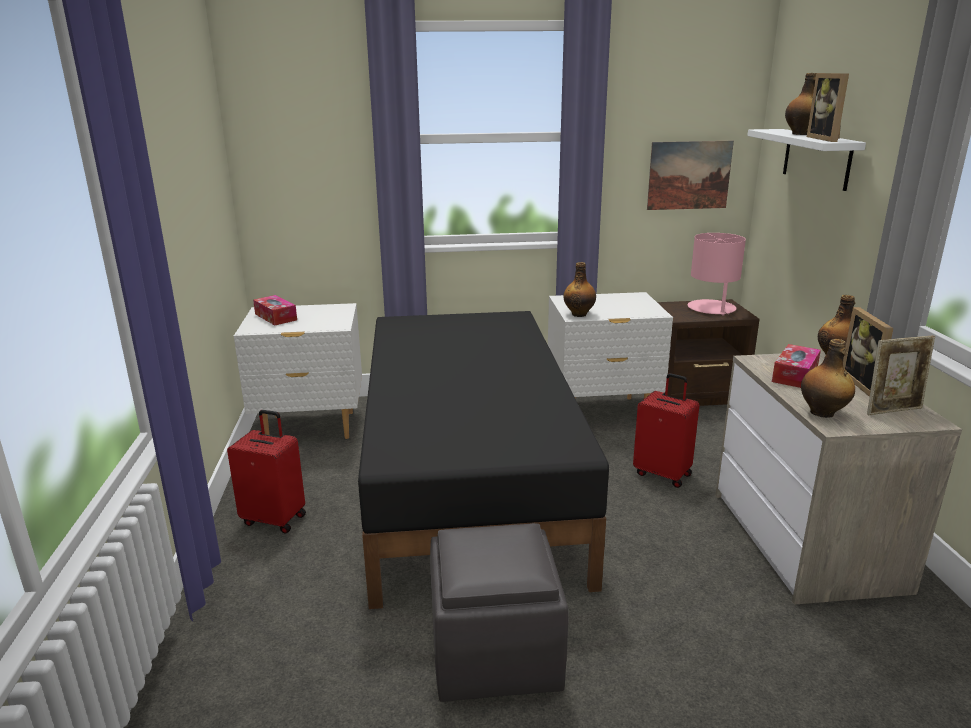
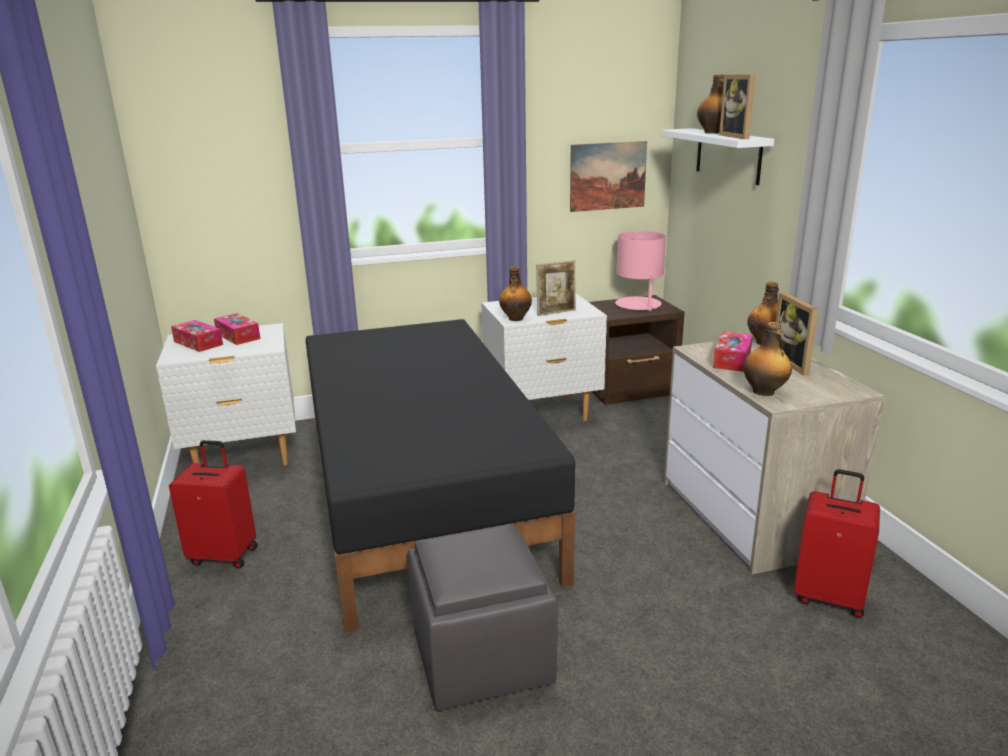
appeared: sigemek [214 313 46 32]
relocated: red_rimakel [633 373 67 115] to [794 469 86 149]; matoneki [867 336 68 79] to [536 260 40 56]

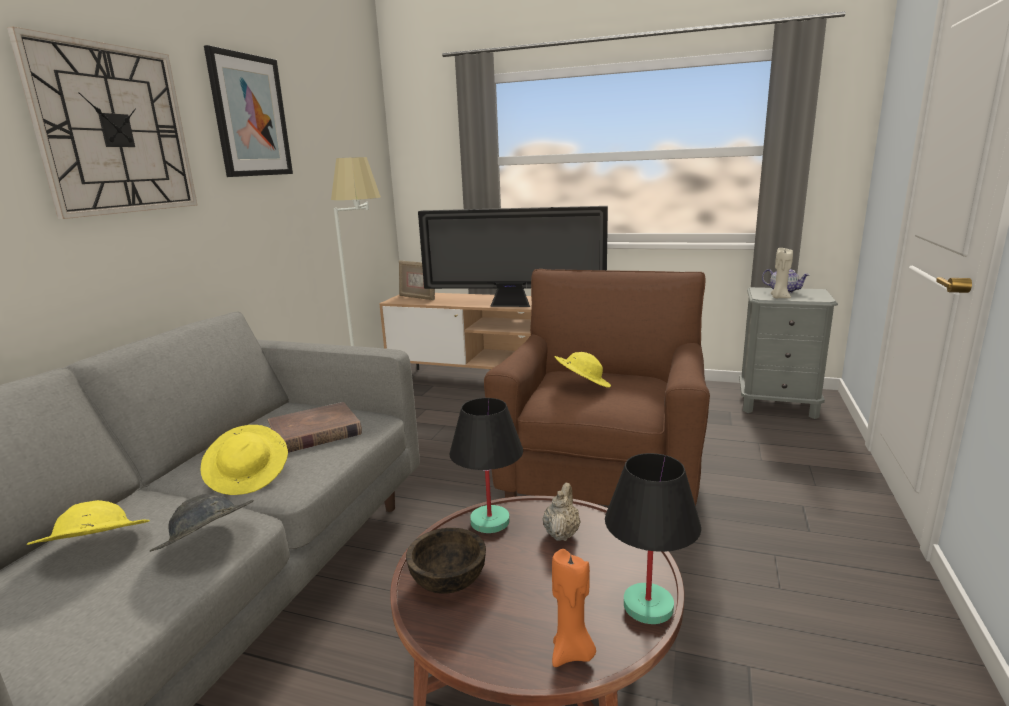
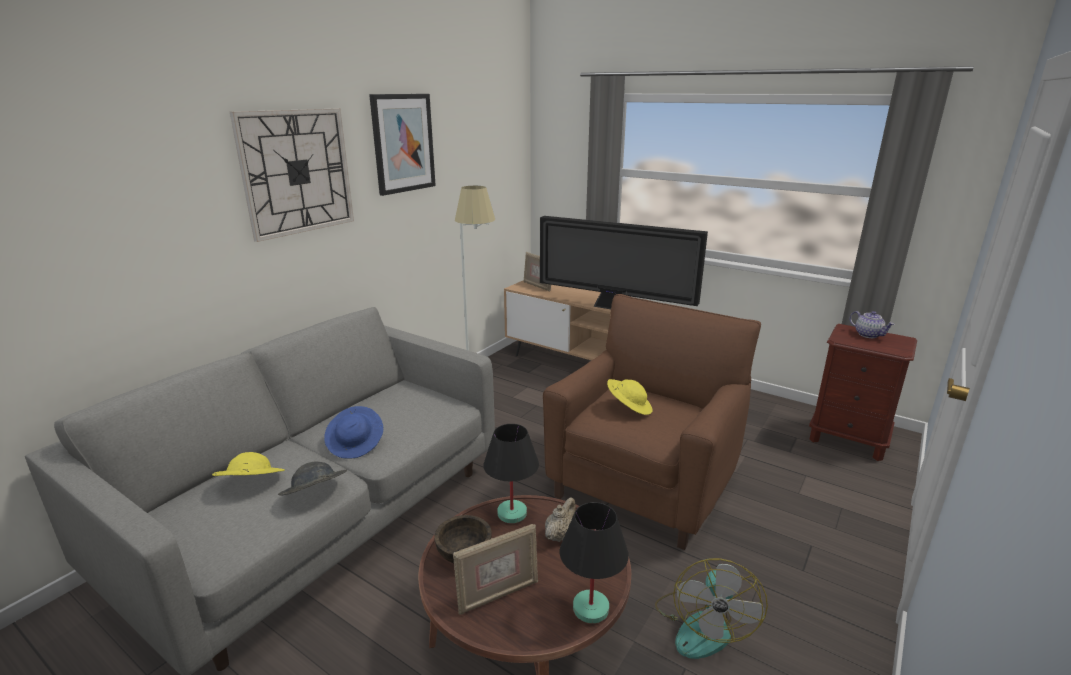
missing: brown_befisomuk [268 402 94 51]; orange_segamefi [552 549 44 118]; beige_segamefi [771 247 22 51]
appeared: matoneki [453 524 85 91]; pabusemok [655 558 113 101]
colour: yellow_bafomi [200 425 88 70] to blue_bafomi [324 406 59 53]; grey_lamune [739 287 99 132] to brown_lamune [809 324 108 137]

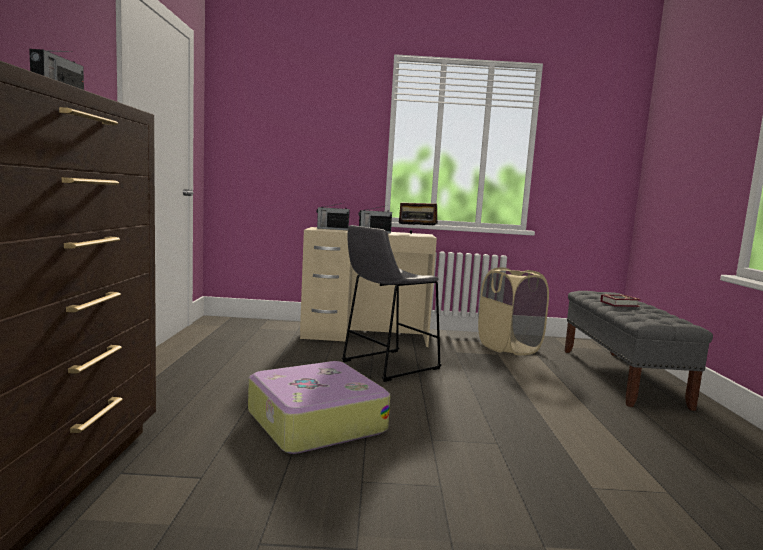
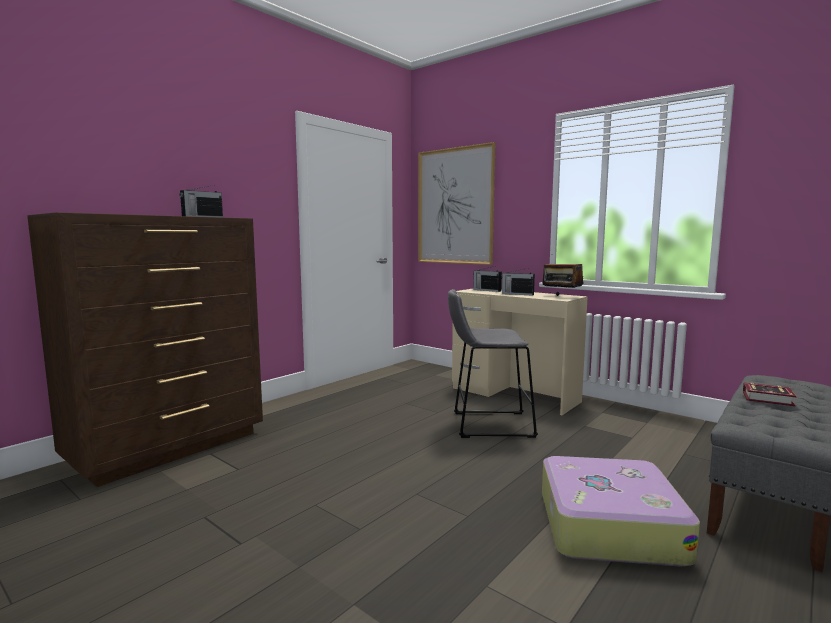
missing: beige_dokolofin [478 267 71 88]
appeared: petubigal [418 142 77 123]
relocated: rimakel [248 361 142 93] to [542 456 158 110]

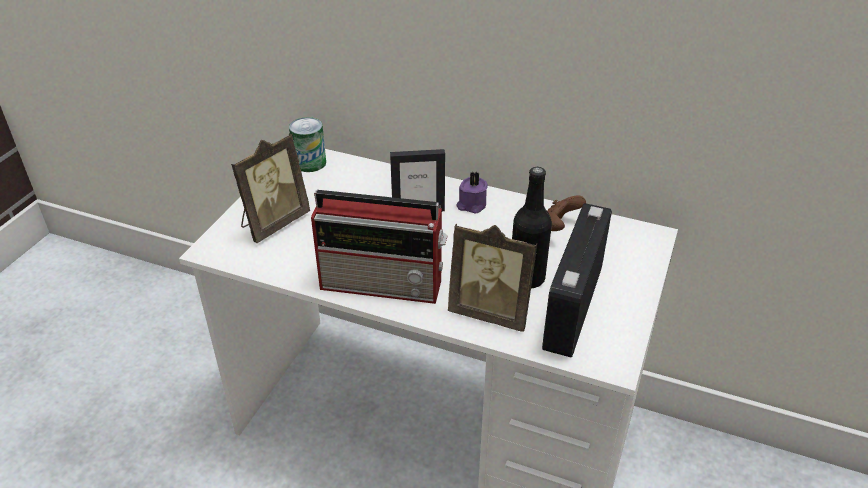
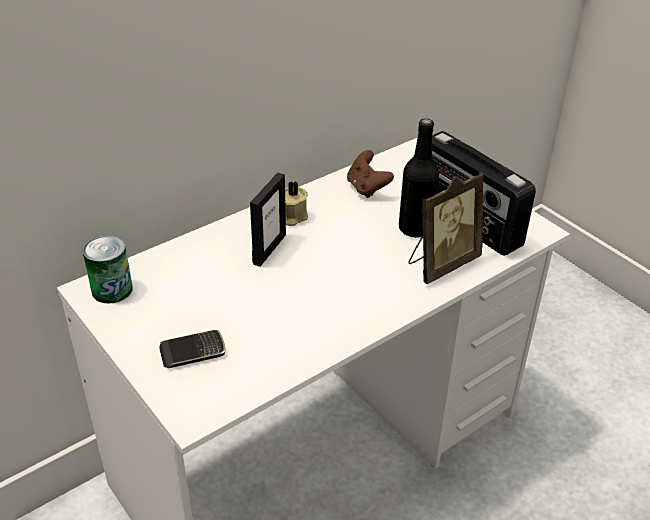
missing: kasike [311 190 137 114]
exchanged: matoneki [231 134 79 109] to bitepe [159 330 67 38]
colour: purple_segamefi [457 171 31 43] to beige_segamefi [285 181 23 45]

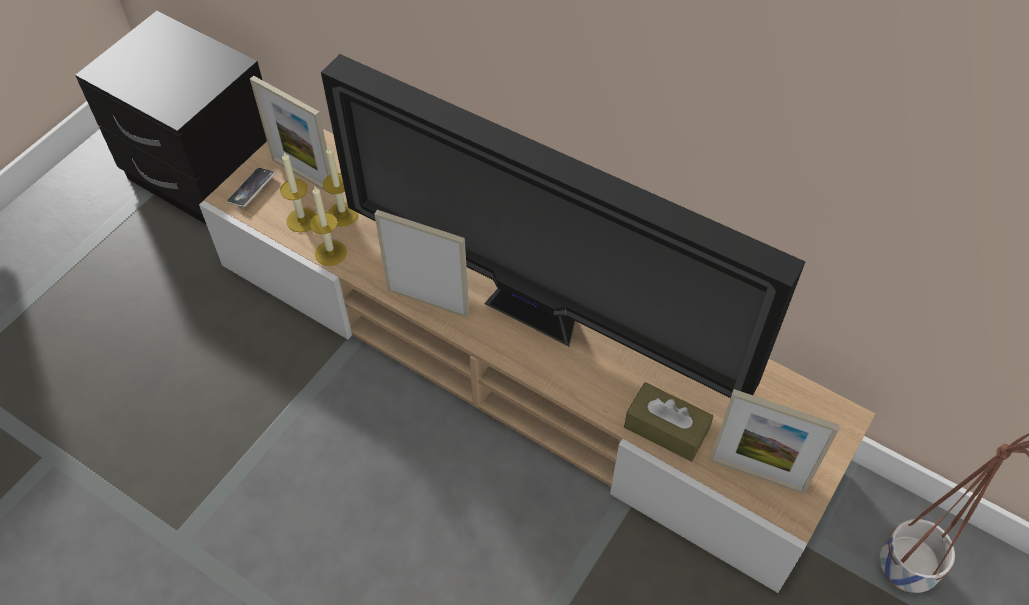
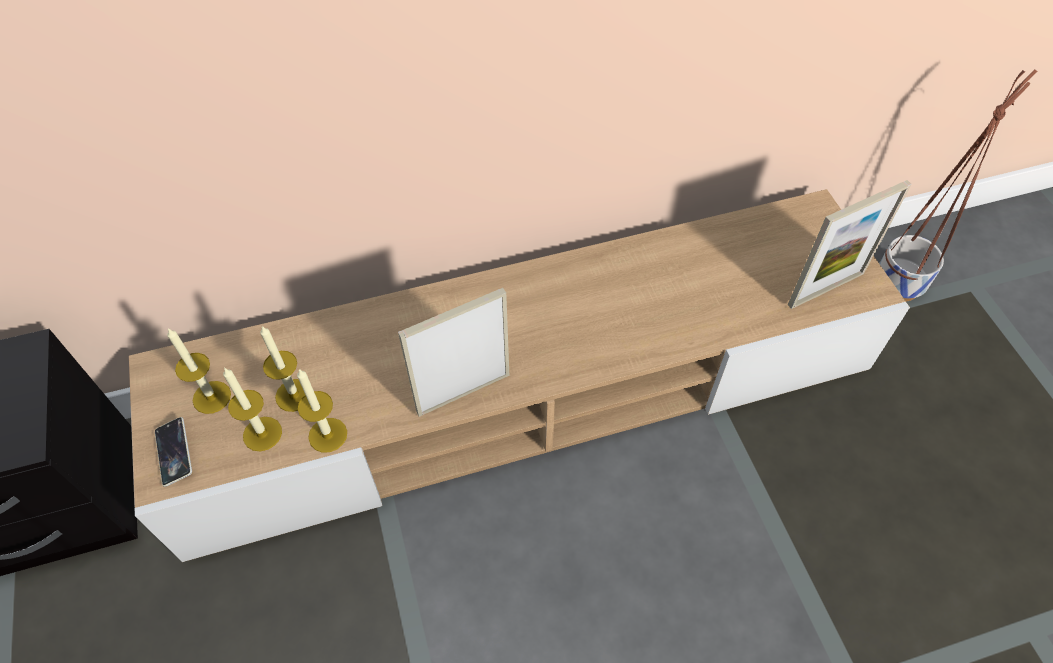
missing: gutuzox [321 54 484 344]; brown_sigemek [624 382 89 80]
exchanged: matoneki [250 76 84 119] to segamefi [167 328 64 86]

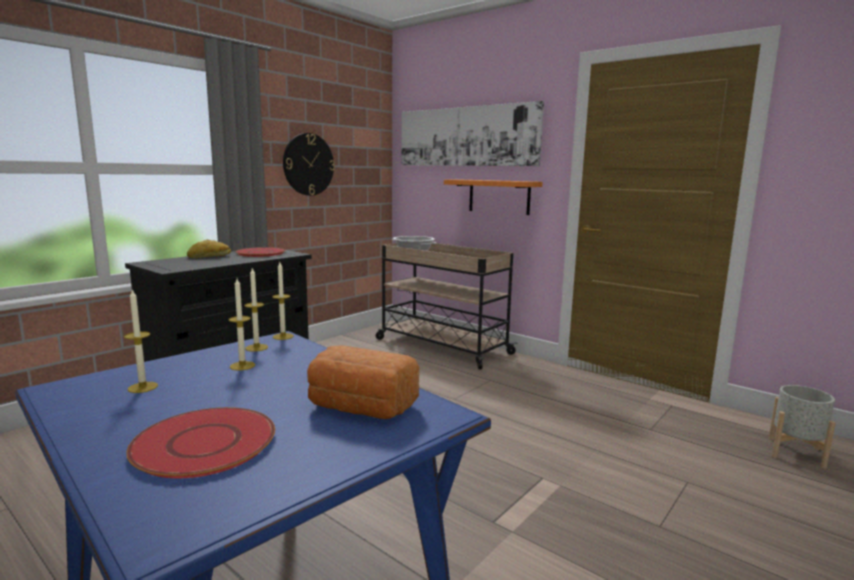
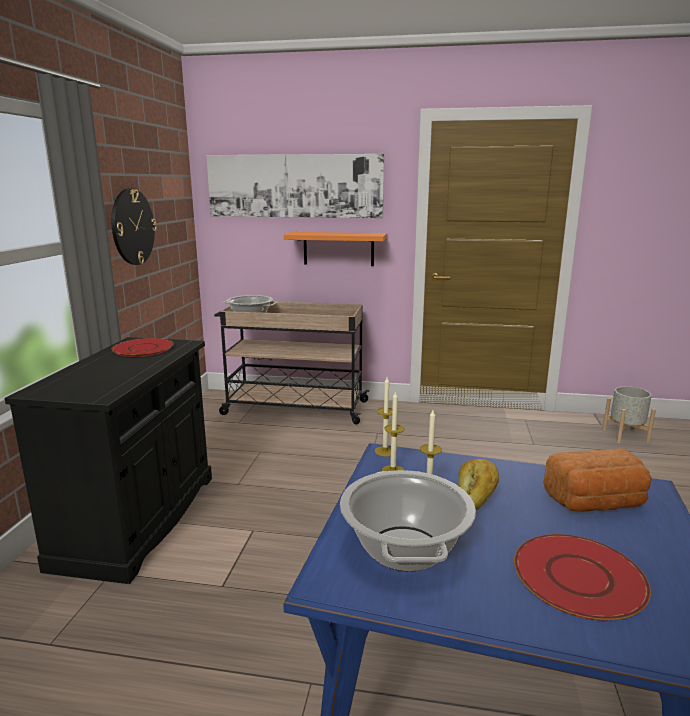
relocated: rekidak [187 240 44 18] to [458 459 41 51]
exchanged: segamefi [124 289 34 104] to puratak [340 470 136 102]

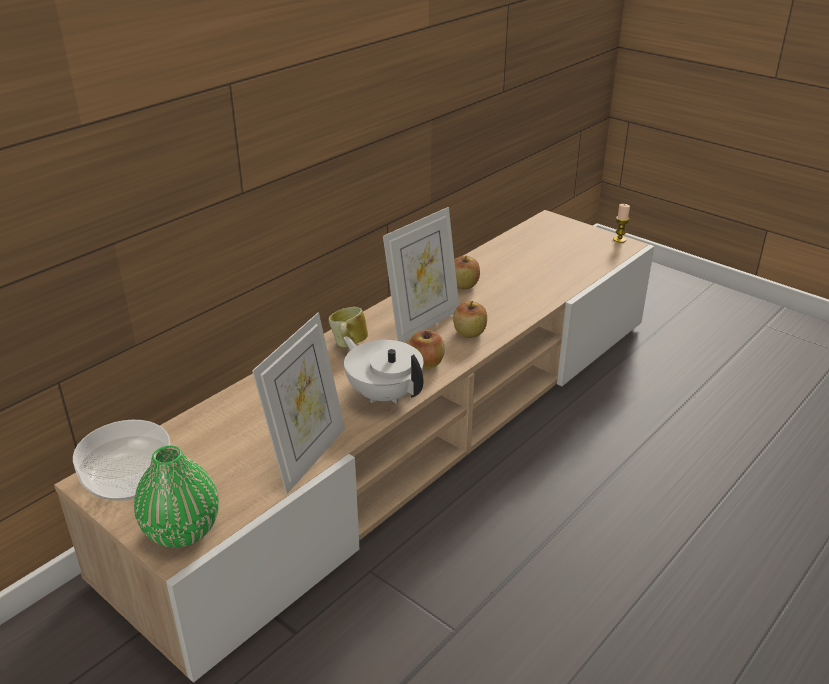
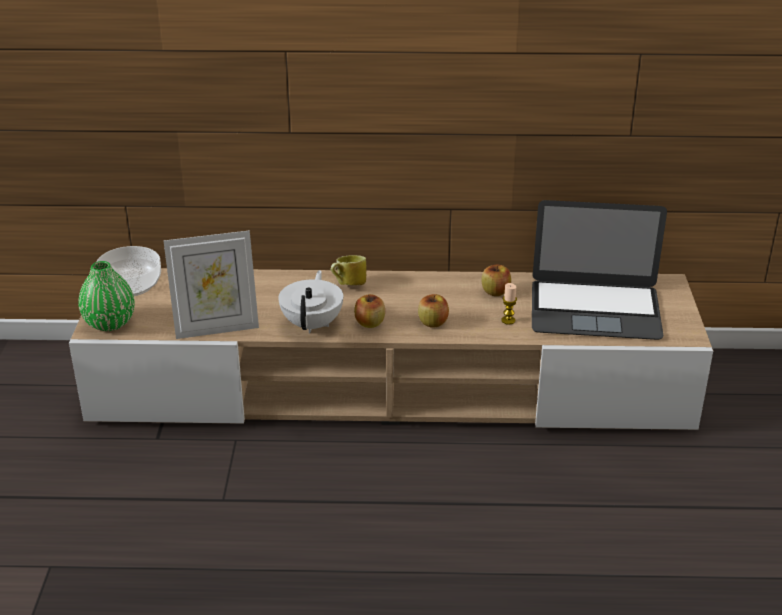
missing: matoneki [383 207 76 135]
appeared: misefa [532 200 135 140]
relocated: segamefi [613 204 17 39] to [502 283 15 42]

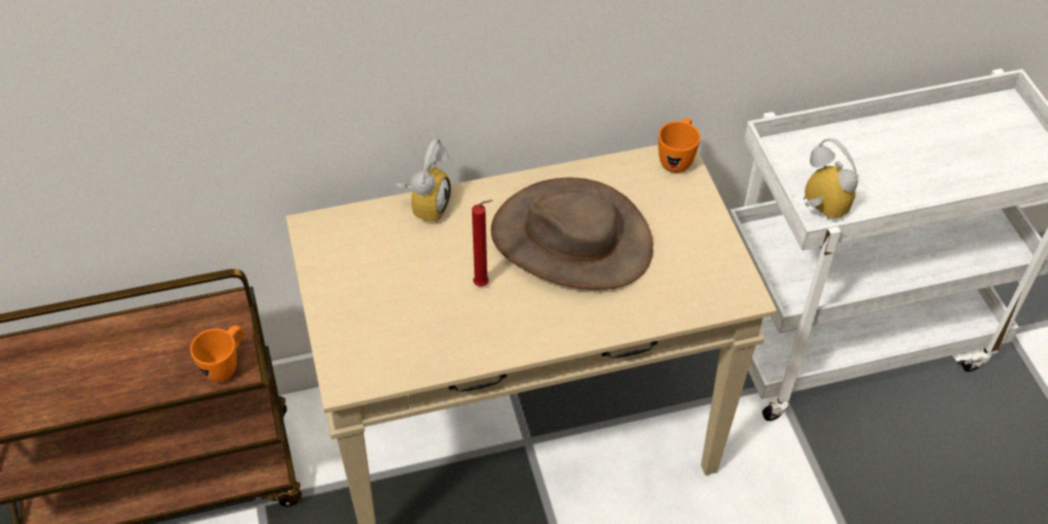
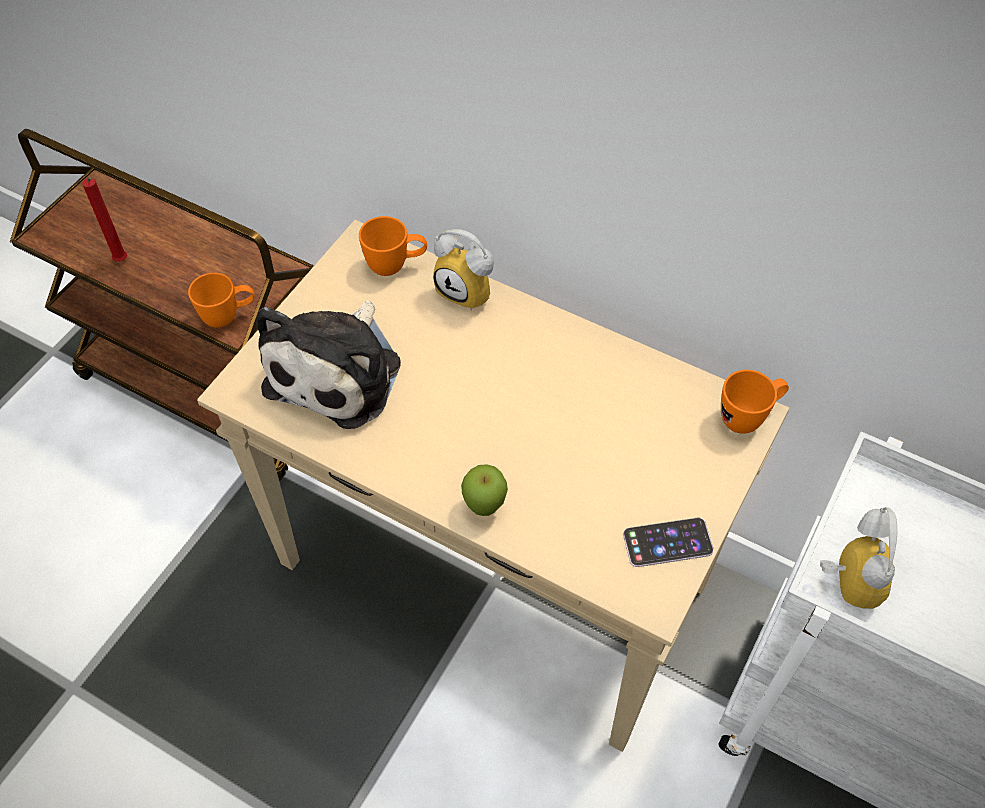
missing: brown_bafomi [491 178 162 112]
appeared: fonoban [256 300 145 129]; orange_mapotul [359 216 68 60]; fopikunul [461 464 47 52]; bitepe [623 518 91 49]
relocated: red_segamefi [472 200 21 87] to [82 177 45 85]
spun: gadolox [396 138 55 85] = [433 229 61 82] 60 degrees clockwise

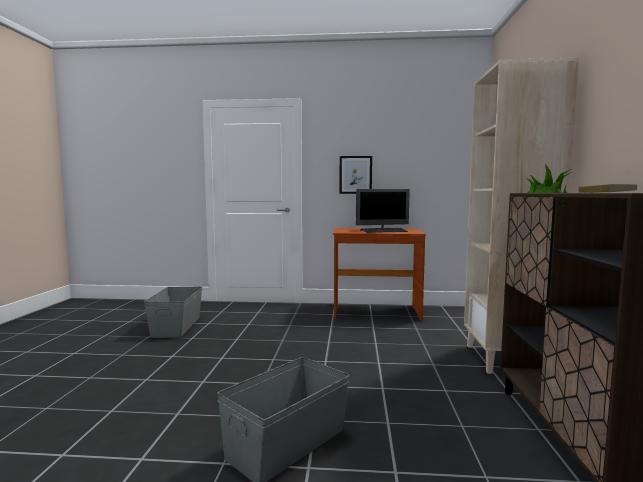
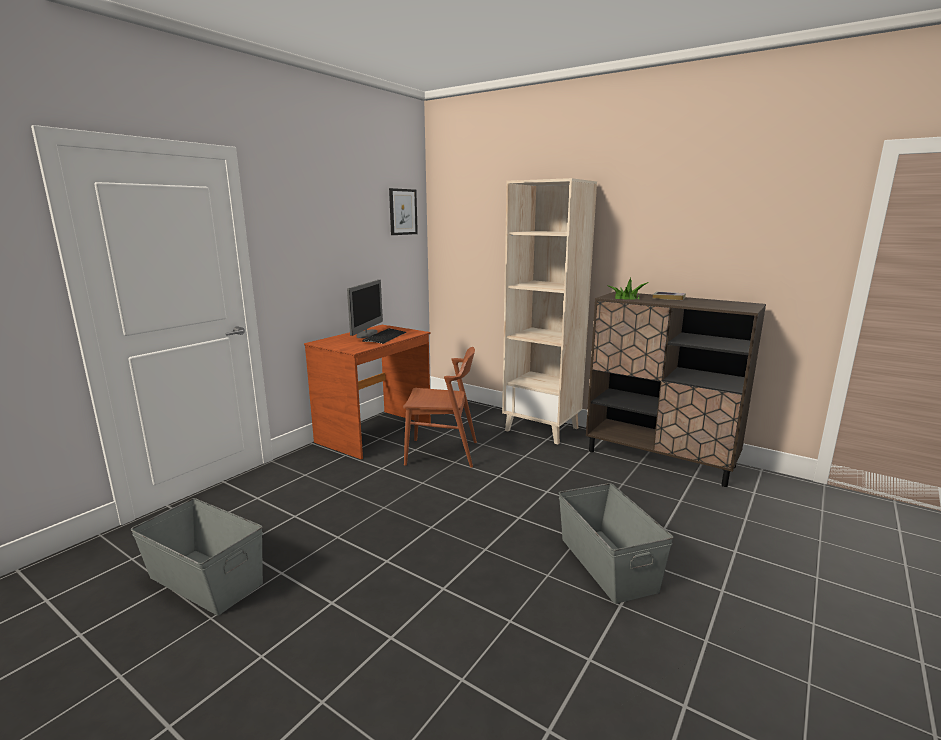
appeared: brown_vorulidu [403 347 74 121]
relocated: petubigal [339 156 33 38] to [389 188 29 47]

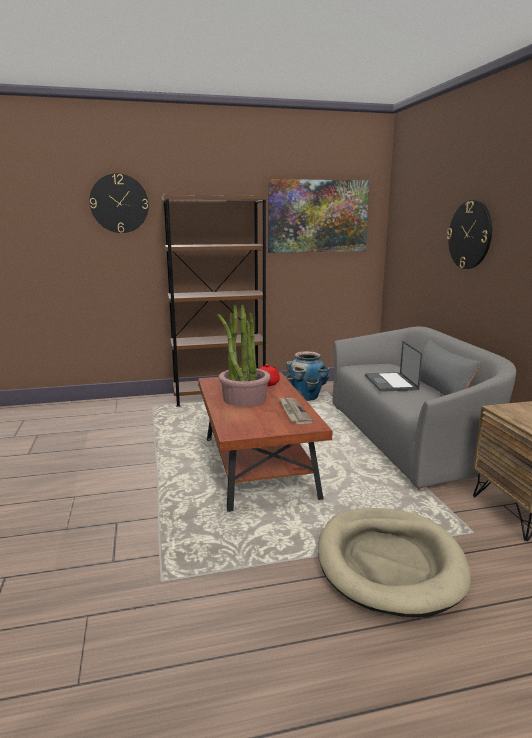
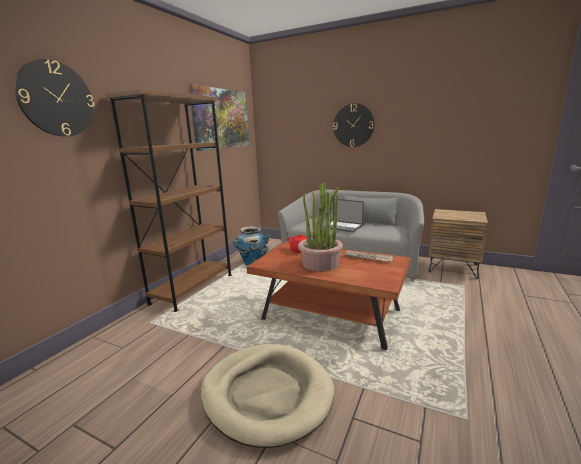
relocated: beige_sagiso [318 508 153 109] to [201 344 133 104]

